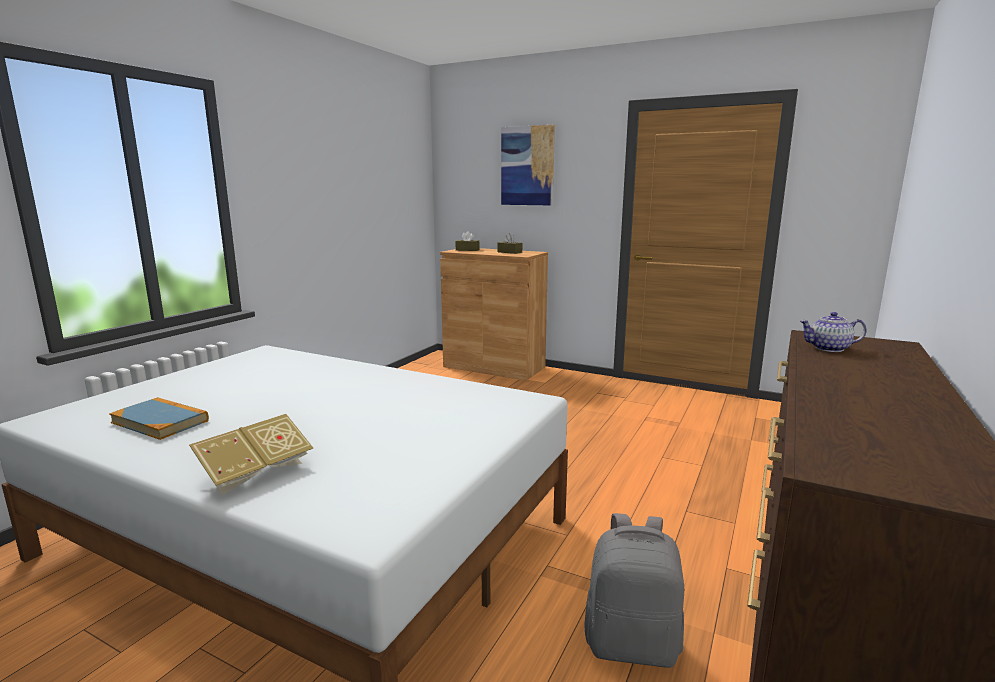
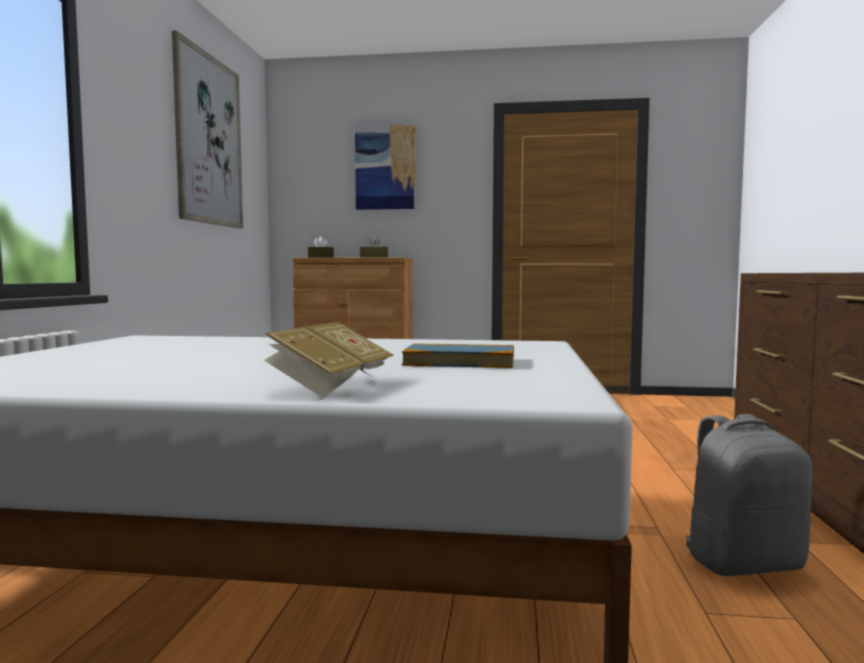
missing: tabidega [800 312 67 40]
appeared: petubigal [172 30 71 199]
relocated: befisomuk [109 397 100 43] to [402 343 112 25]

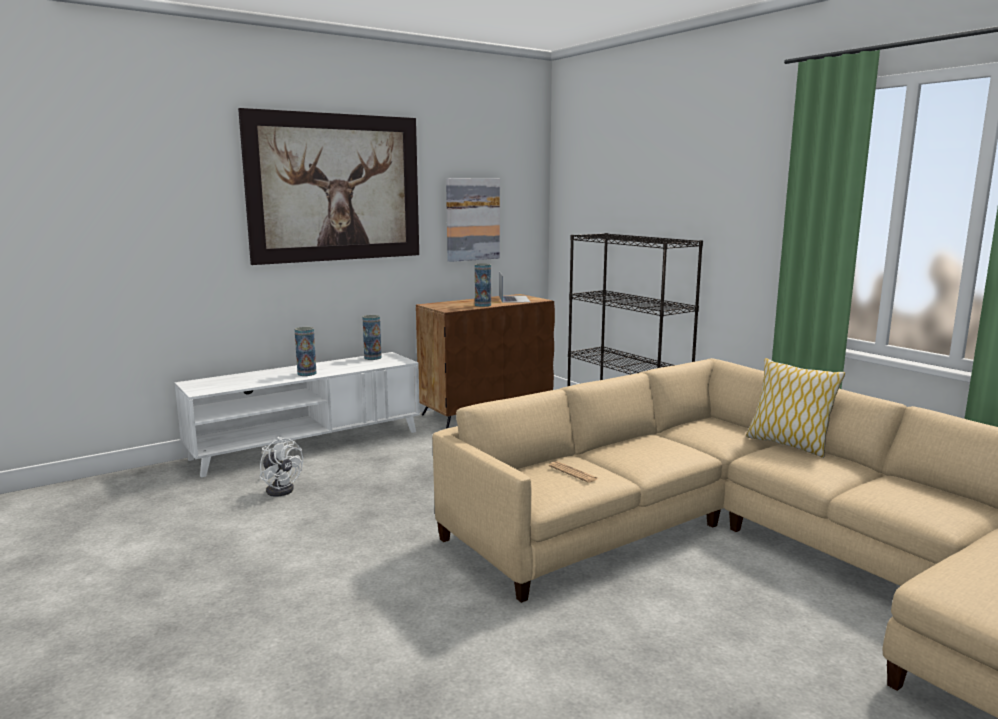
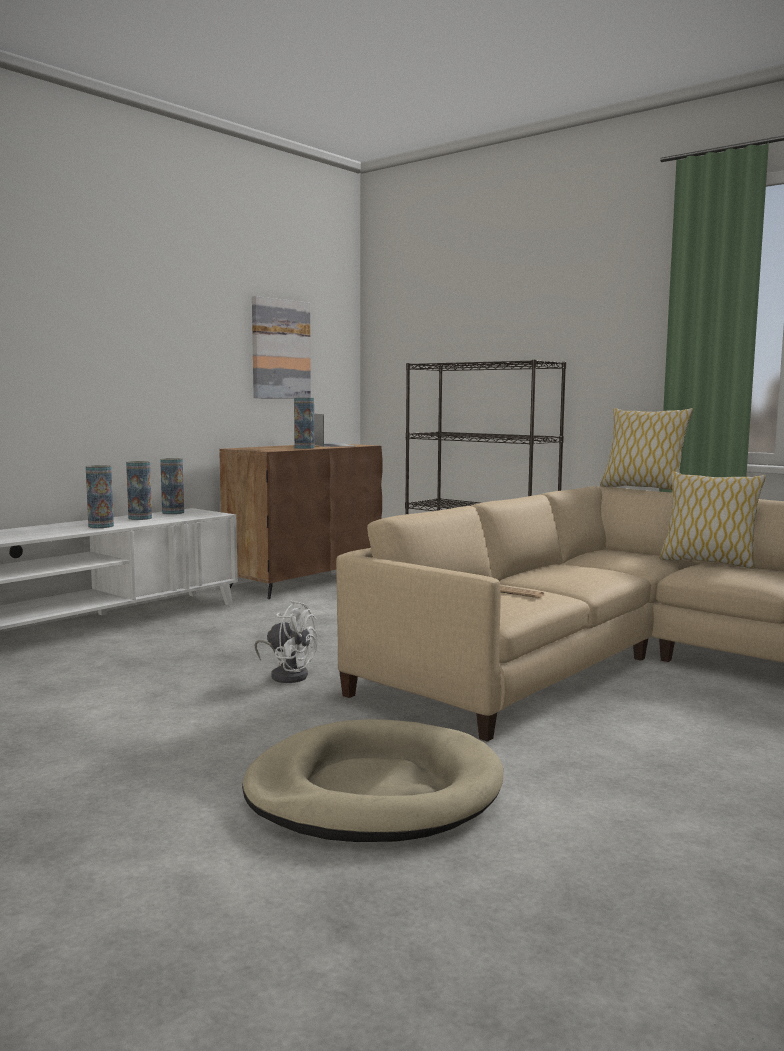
missing: petubigal [238 108 181 157]
appeared: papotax [126 461 26 59]; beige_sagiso [242 719 261 123]; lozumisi [600 408 93 82]
relocated: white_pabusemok [260 437 43 60] to [255 600 63 83]

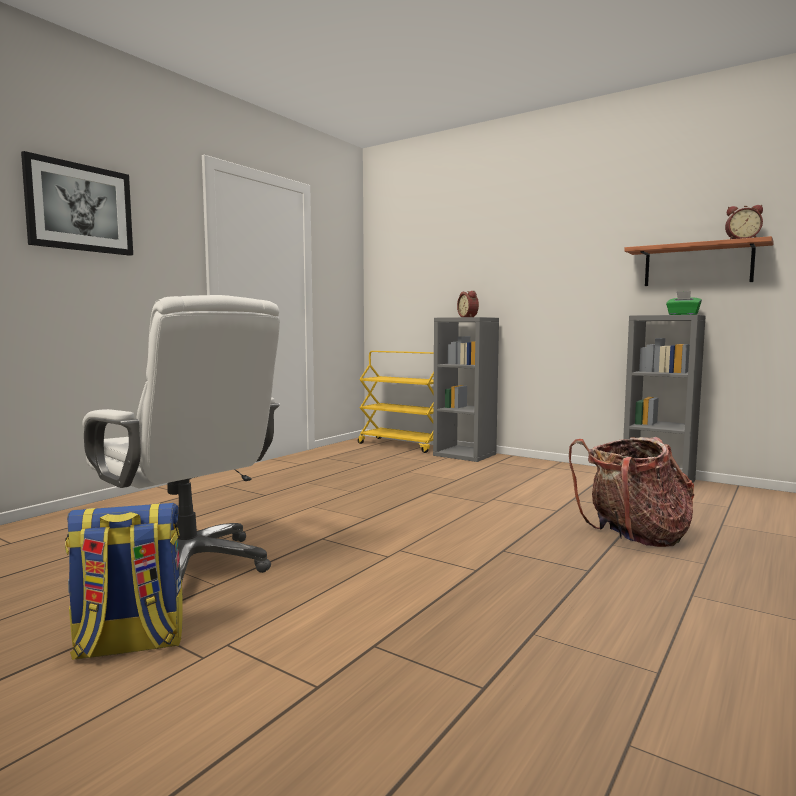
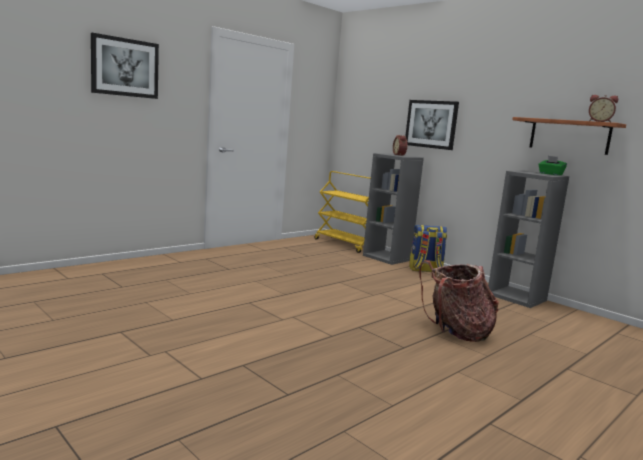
missing: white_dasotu [82 295 198 303]
appeared: petubigal [405 100 54 50]
relocated: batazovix [65 503 118 157] to [409 225 38 47]

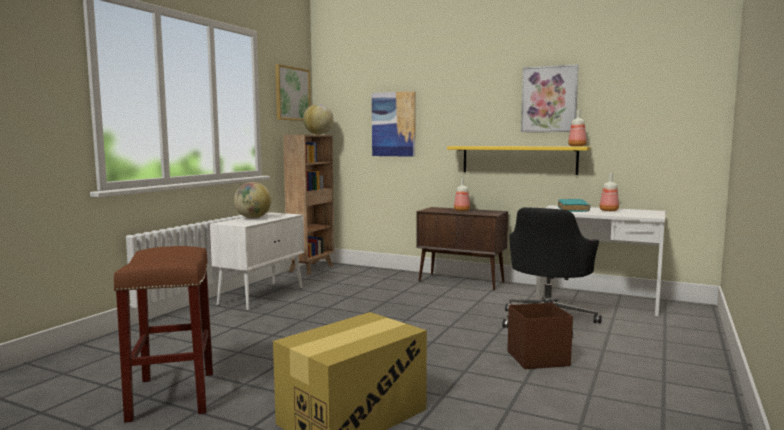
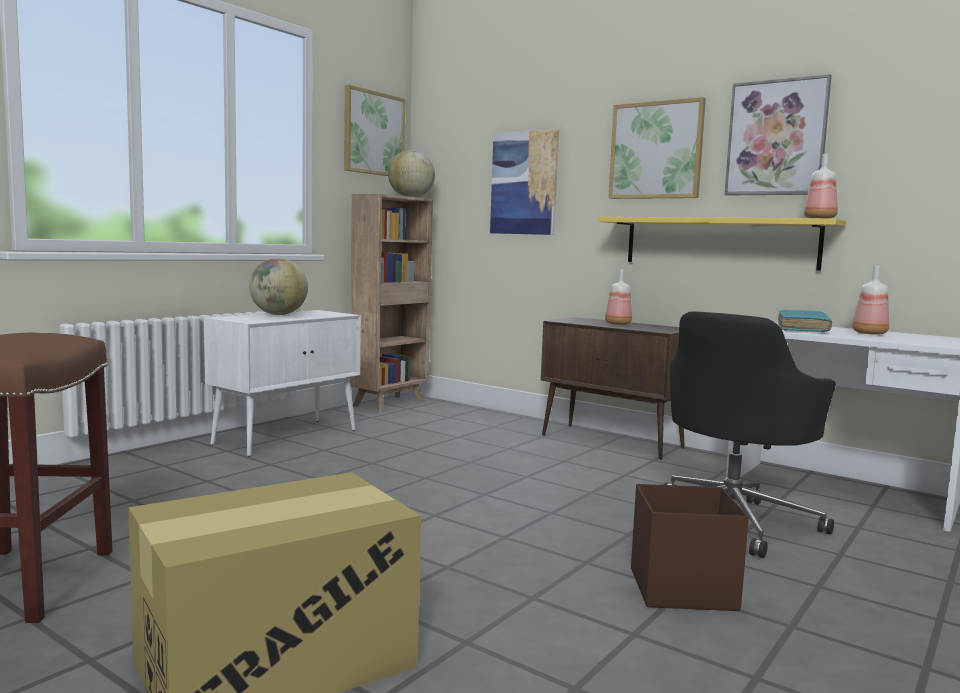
appeared: petubigal [608 97 98 102]

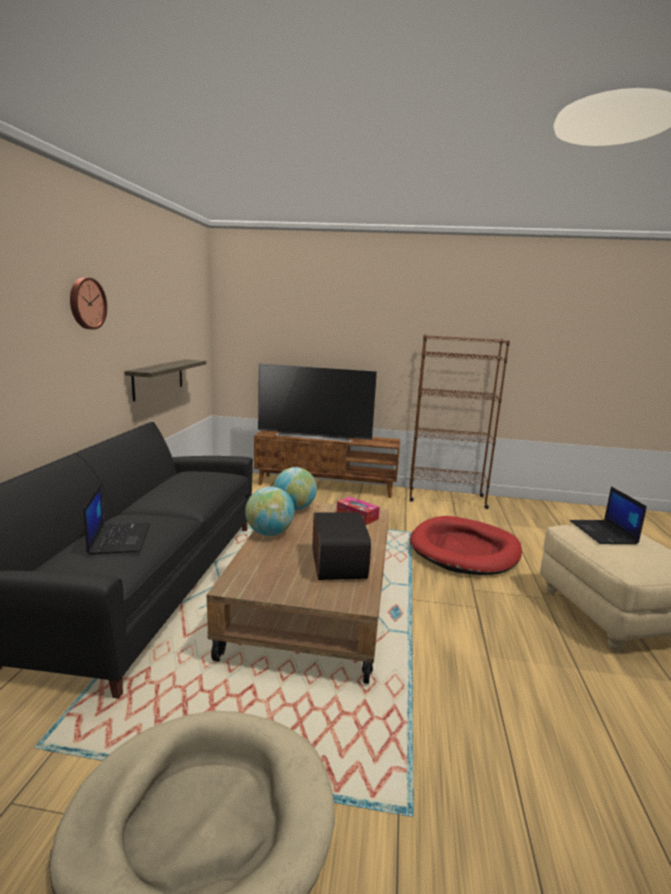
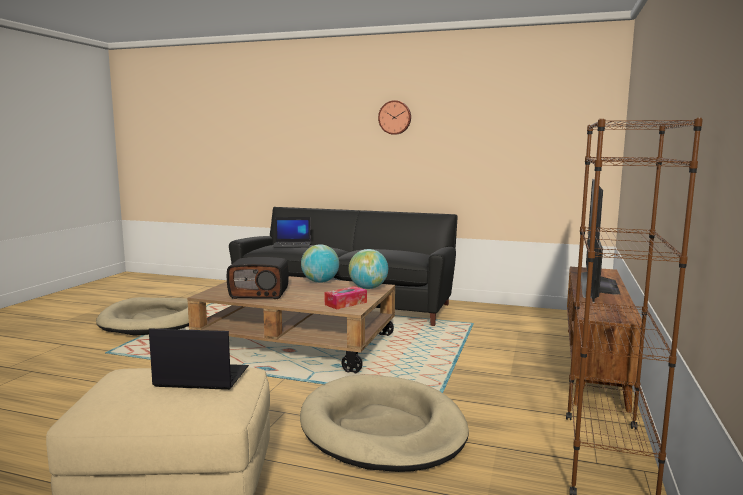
missing: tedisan [124 359 82 43]
colour: red_sagiso [410 516 112 59] to beige_sagiso [300 374 169 98]

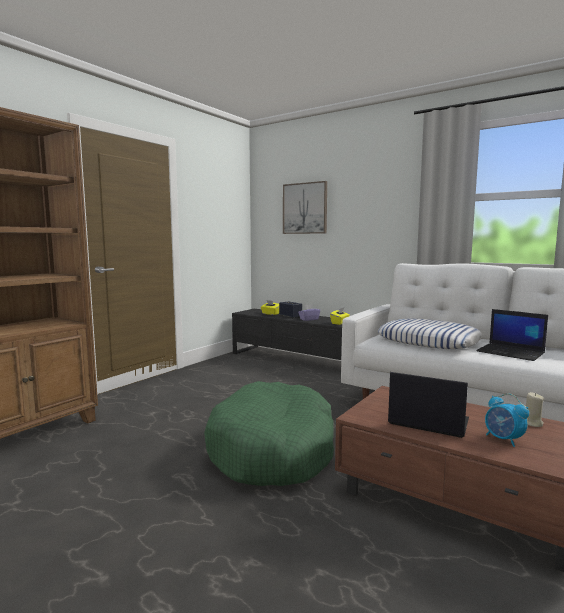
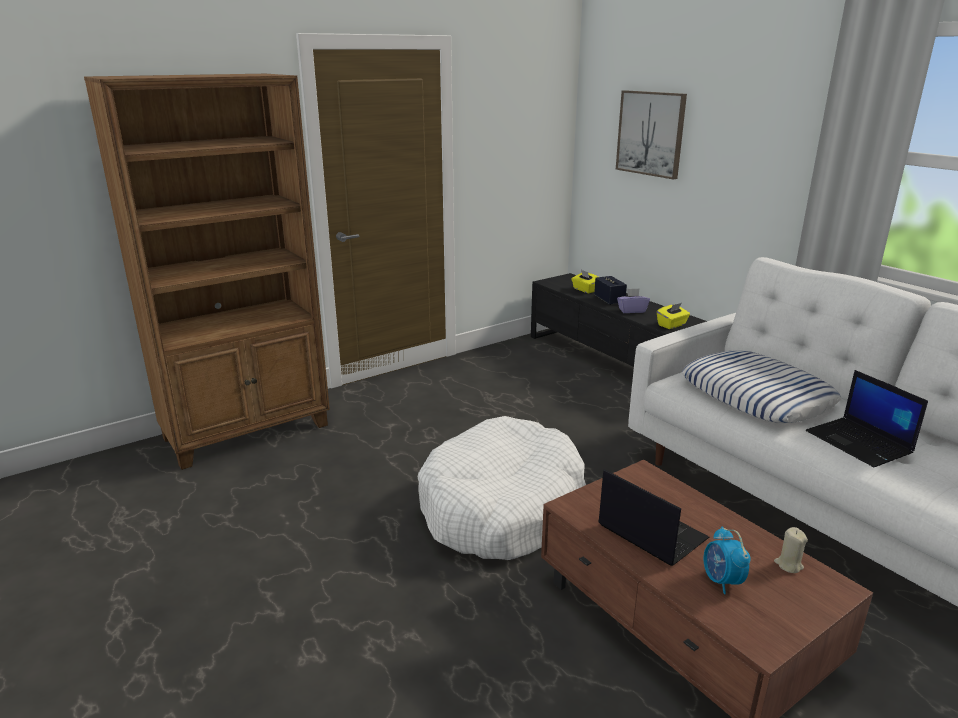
colour: green_sagiso [204 381 130 105] to white_sagiso [418 416 168 144]

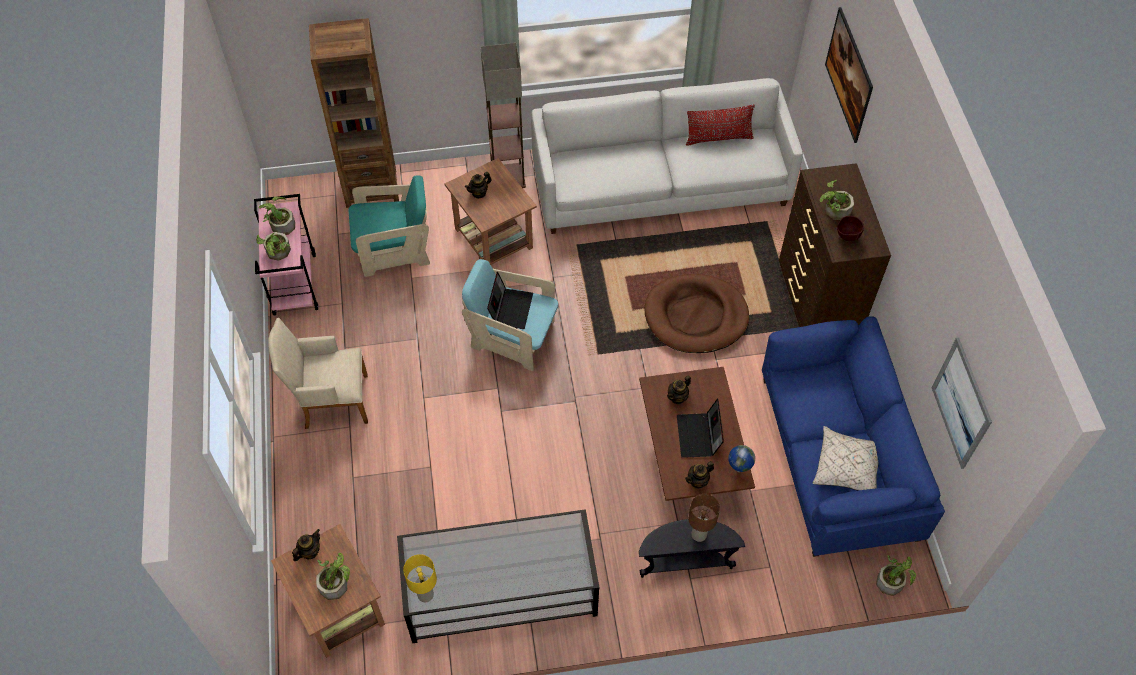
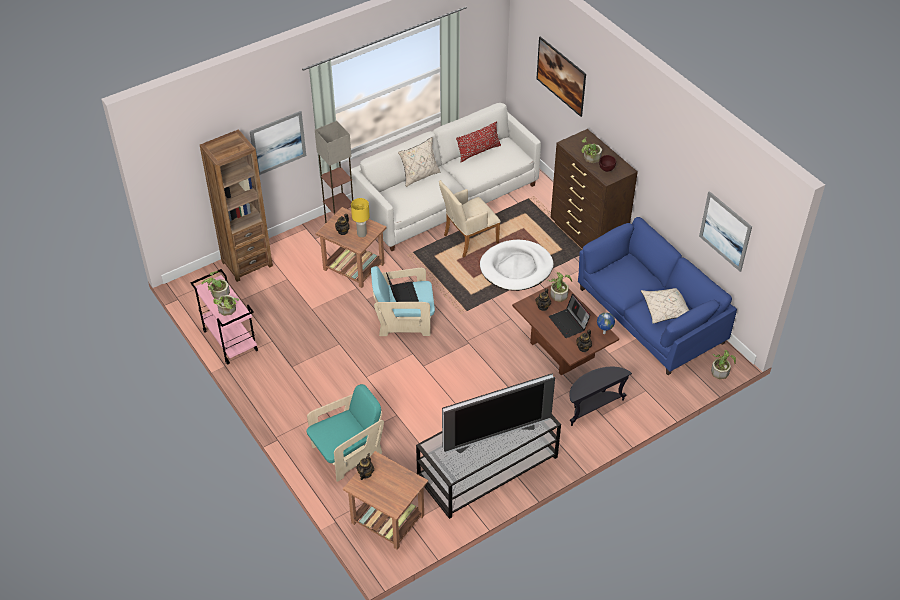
missing: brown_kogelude [688 494 32 48]
appeared: petubigal [250 111 56 64]; beige_lozumisi [398 137 42 50]; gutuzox [442 373 113 80]
relocated: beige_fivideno [268 318 100 111] to [439 180 62 78]; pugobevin [316 552 34 48] to [548 272 24 30]; turquoise_fivideno [349 176 81 101] to [307 384 77 98]; yellow_kogelude [403 554 34 48] to [351 198 19 39]
colour: brown_sagiso [644 274 105 79] to white_sagiso [480 240 73 51]

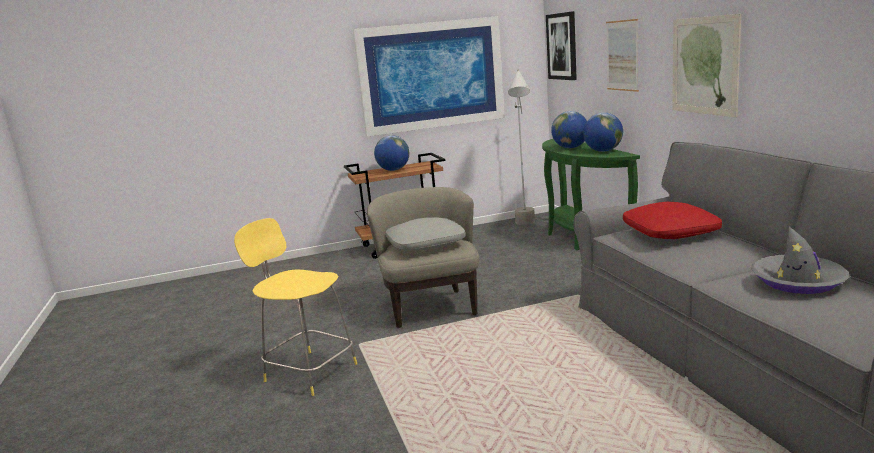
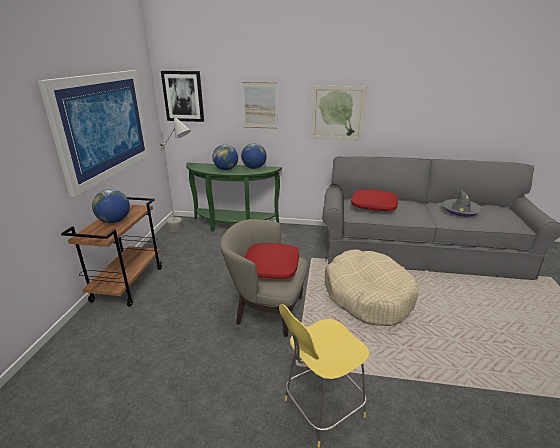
appeared: beige_sagiso [325 249 94 77]
colour: grey_lozumisi [386 217 80 33] to red_lozumisi [245 243 54 36]

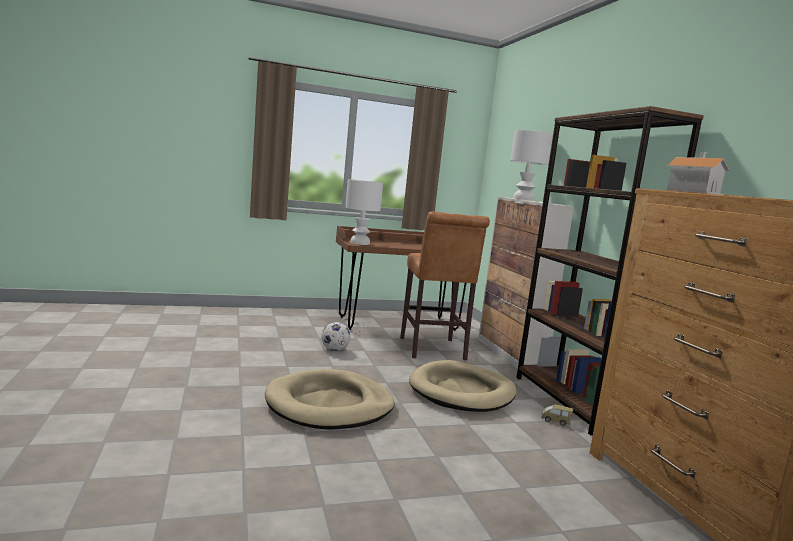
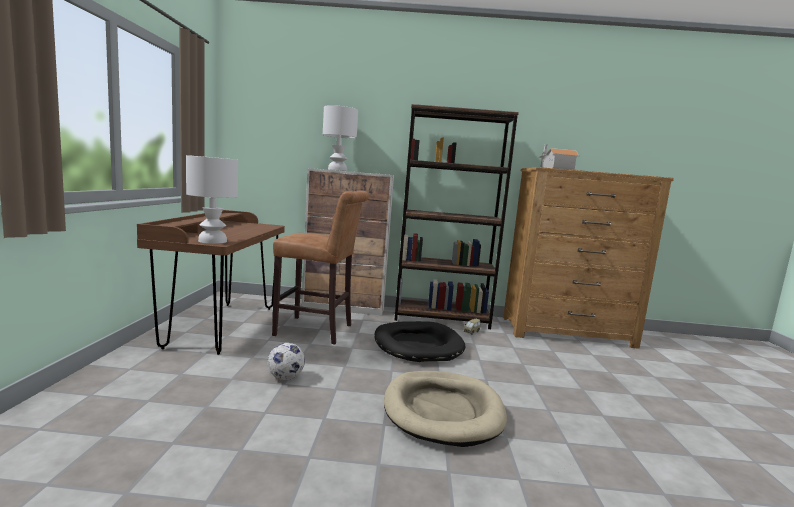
colour: beige_sagiso [409 360 107 52] to black_sagiso [374 321 92 41]

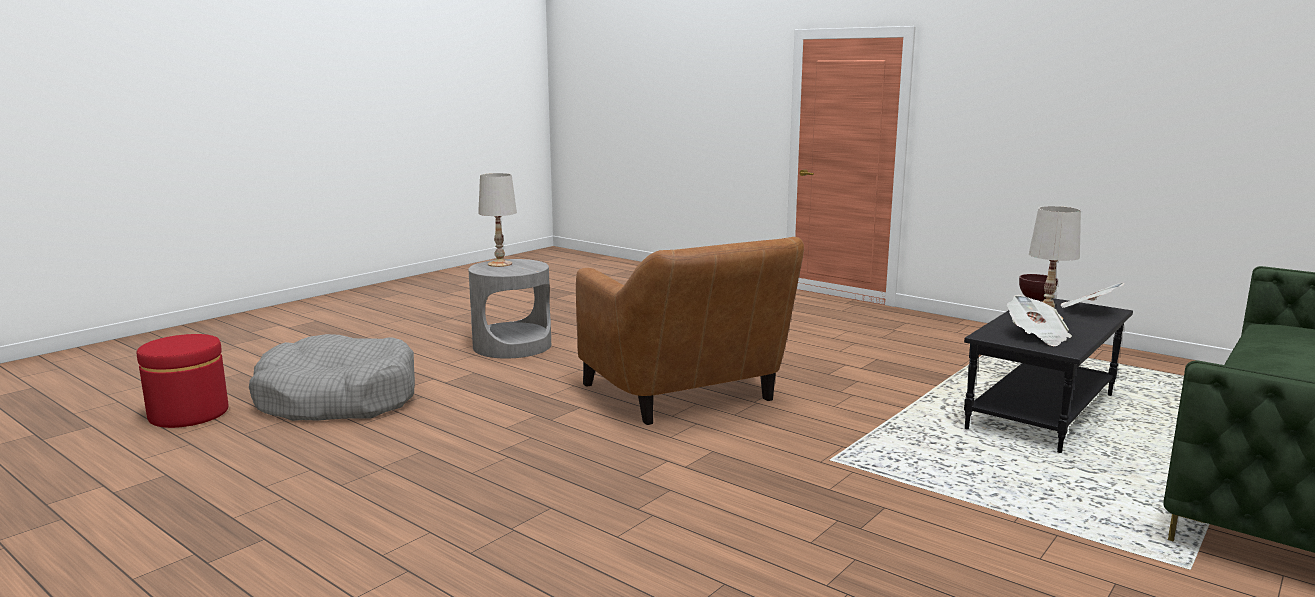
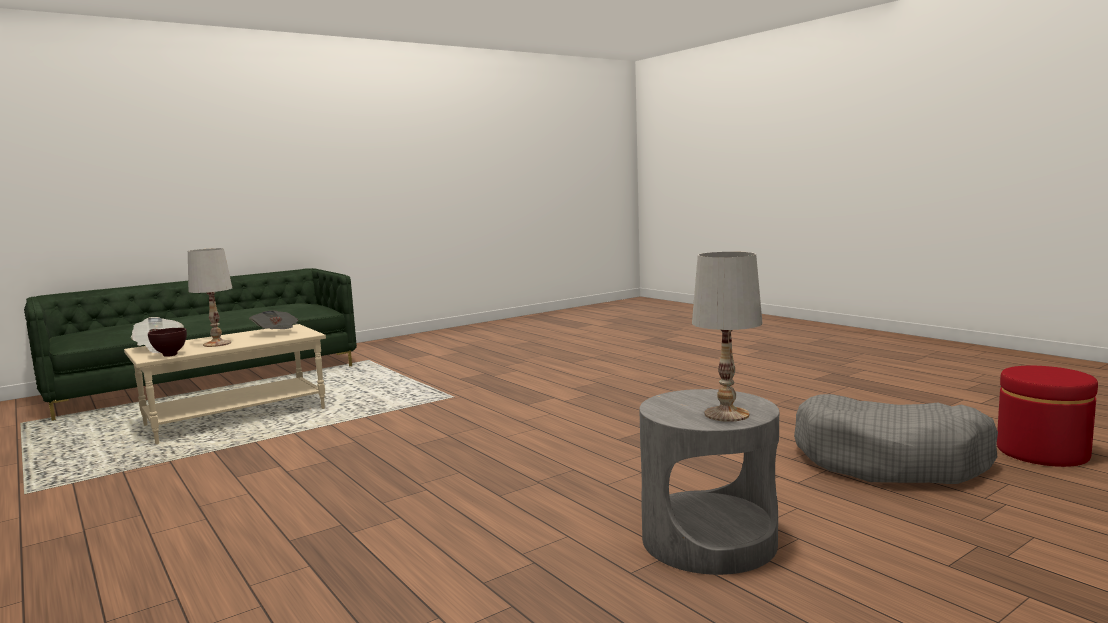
missing: brown_fivideno [576 237 228 188]
colour: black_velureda [964 298 169 155] to beige_velureda [124 324 202 120]

